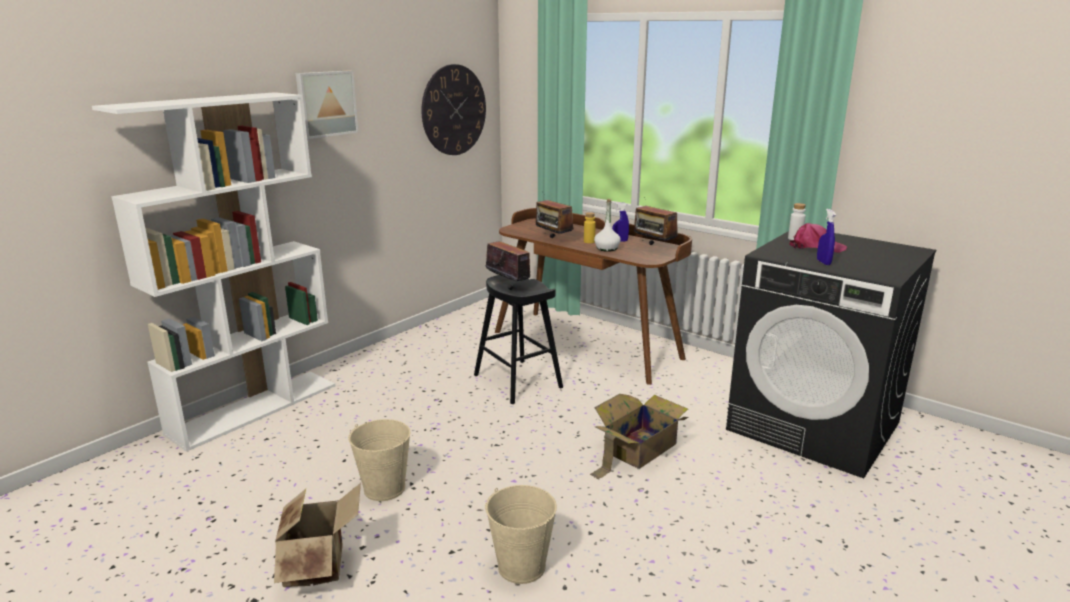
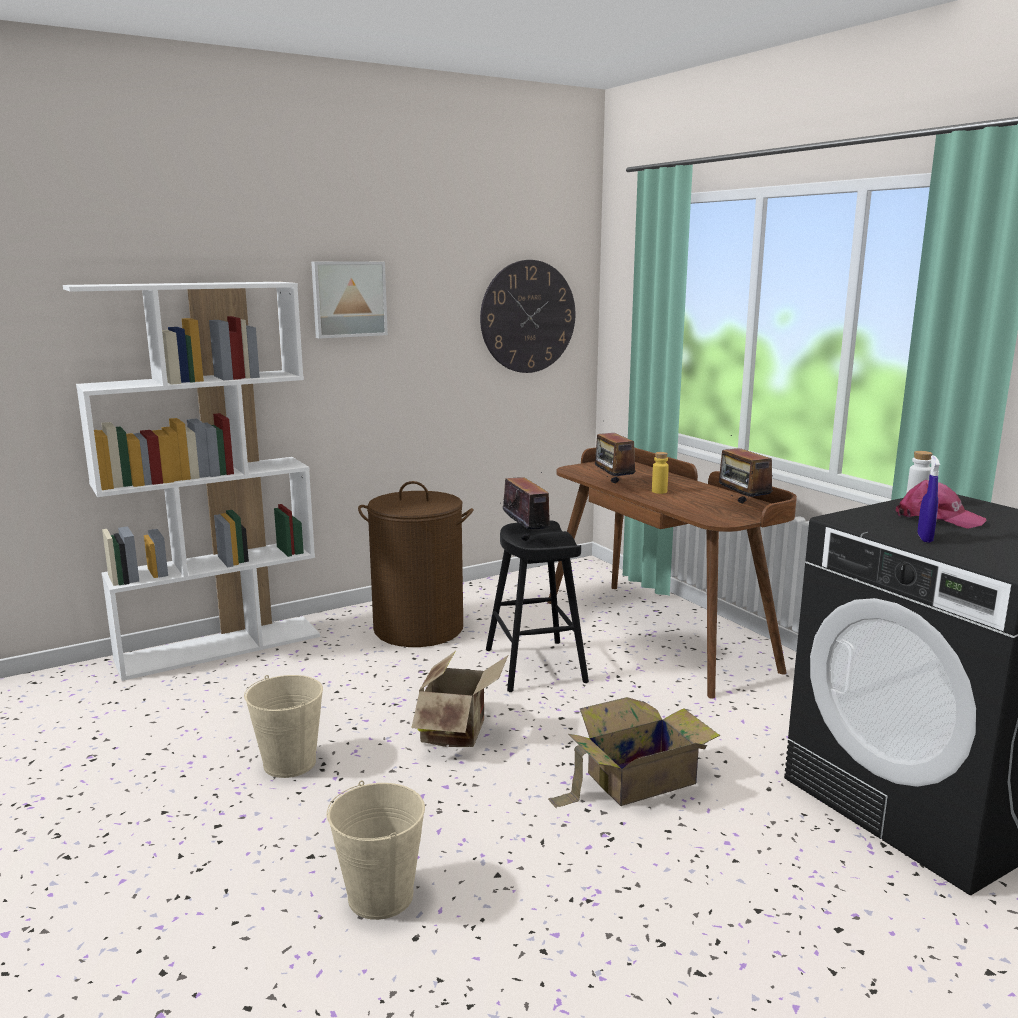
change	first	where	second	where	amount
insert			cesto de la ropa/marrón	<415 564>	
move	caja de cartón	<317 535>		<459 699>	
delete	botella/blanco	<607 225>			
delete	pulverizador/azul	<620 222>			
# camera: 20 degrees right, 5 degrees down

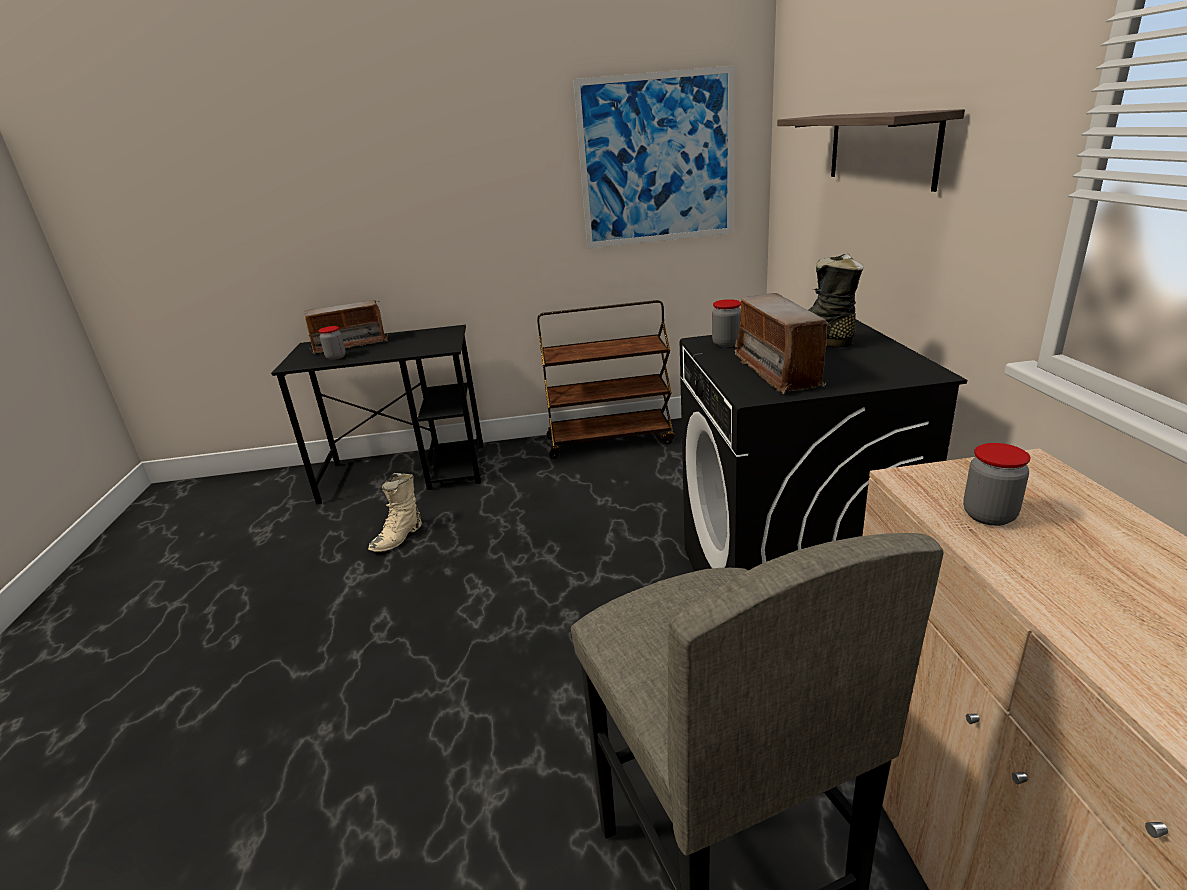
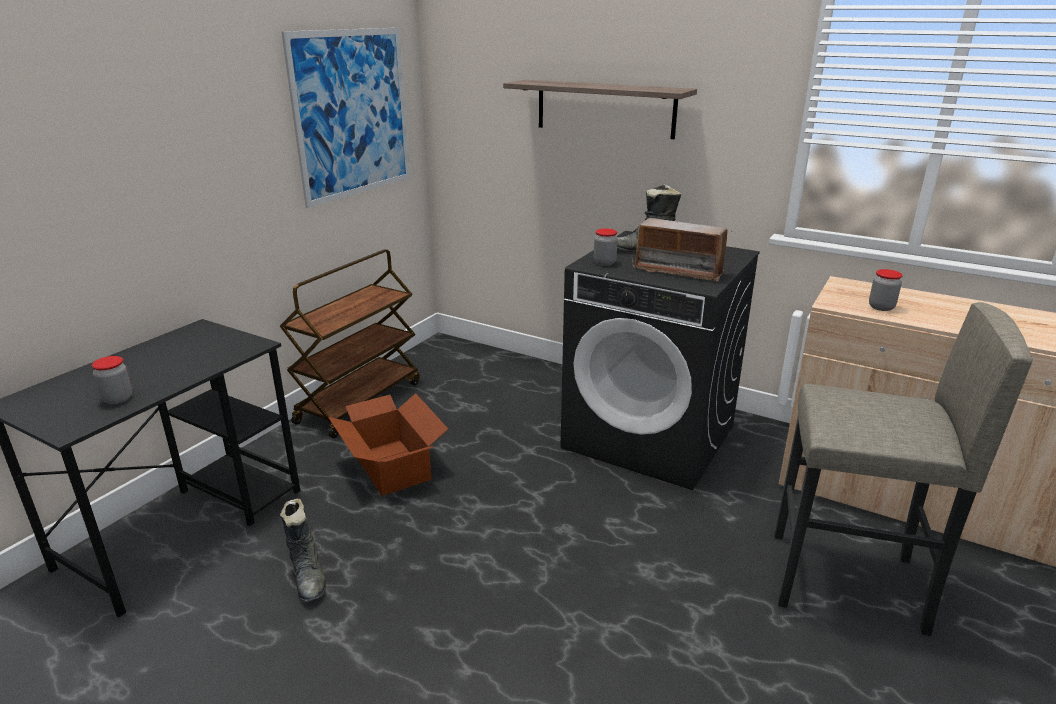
change	first	where	second	where	amount
recolor	bota/beis	<395 512>	bota/negro	<303 550>	
insert			caja de cartón	<388 444>	
delete	radio	<346 327>			
# camera: 55 degrees left, 0 degrees up

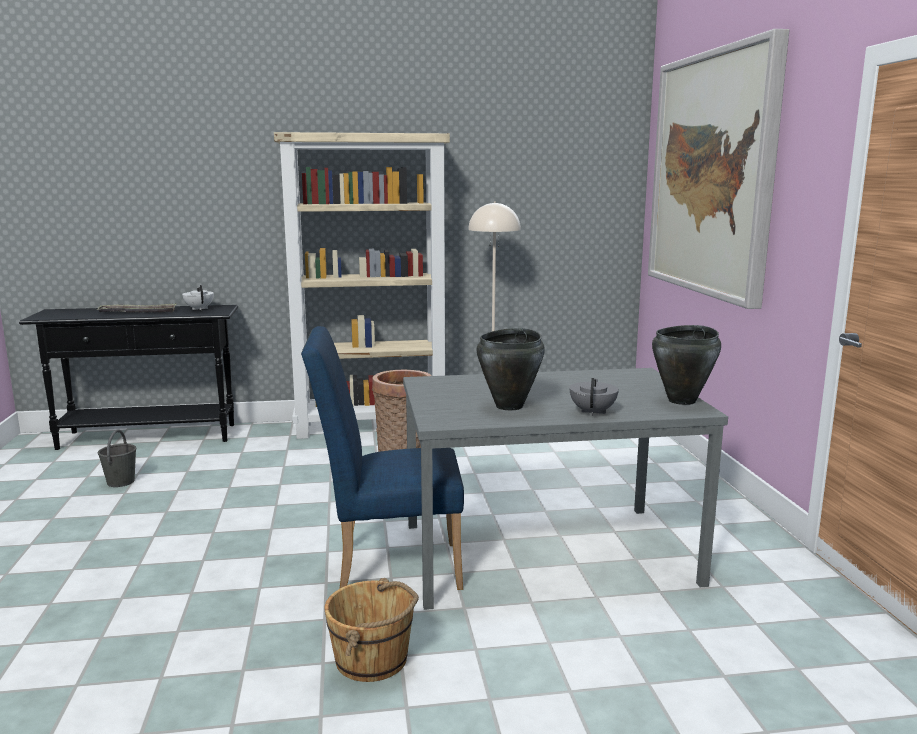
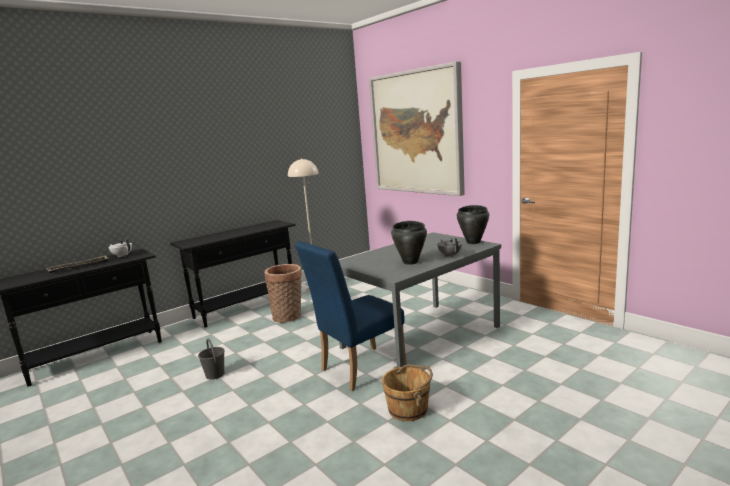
change	first	where	second	where	amount
replace	estantería/beis	<362 285>	mesa consola/negro	<233 274>	
move	cubo/gris	<117 458>		<211 359>	
# camera: 30 degrees left, 0 degrees up

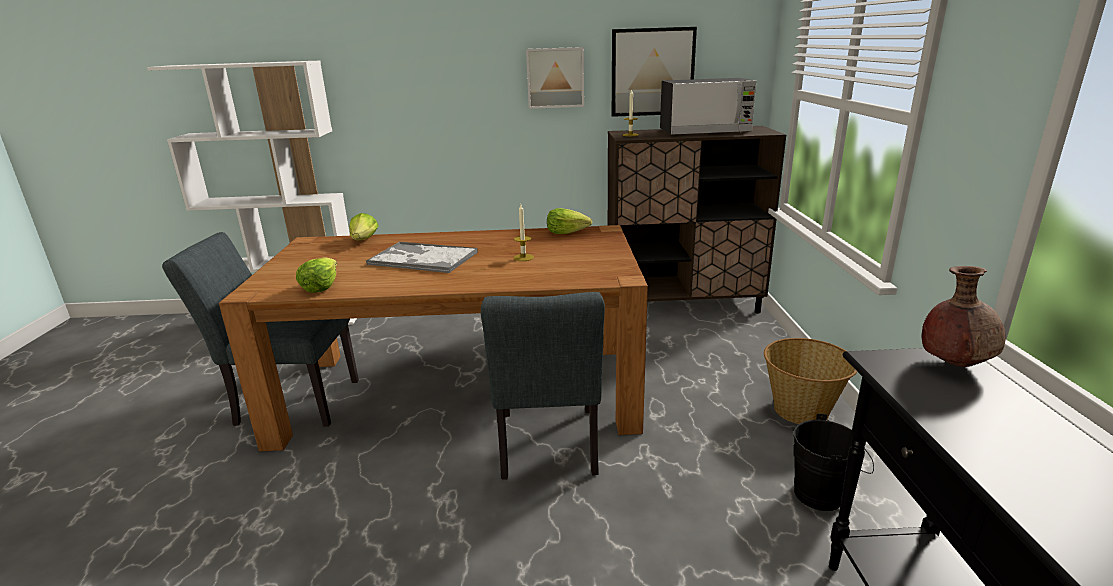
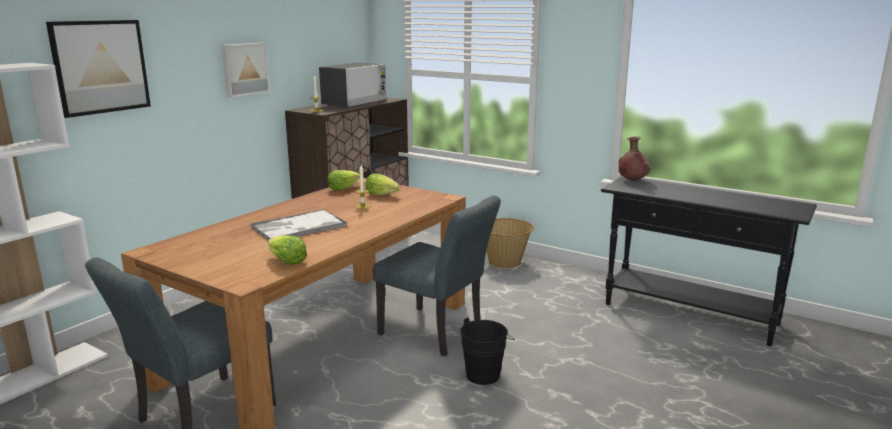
change	first	where	second	where	amount
move	cuadro	<654 72>		<98 69>	
move	lechuga	<363 226>		<383 185>	
move	cubo/negro	<833 462>		<487 351>	
# camera: 55 degrees left, 5 degrees down

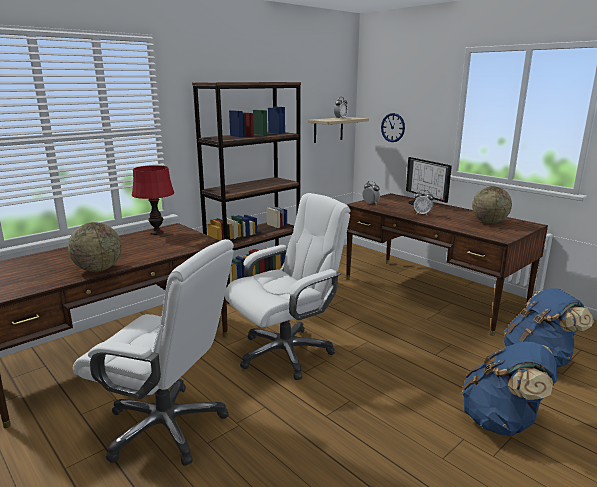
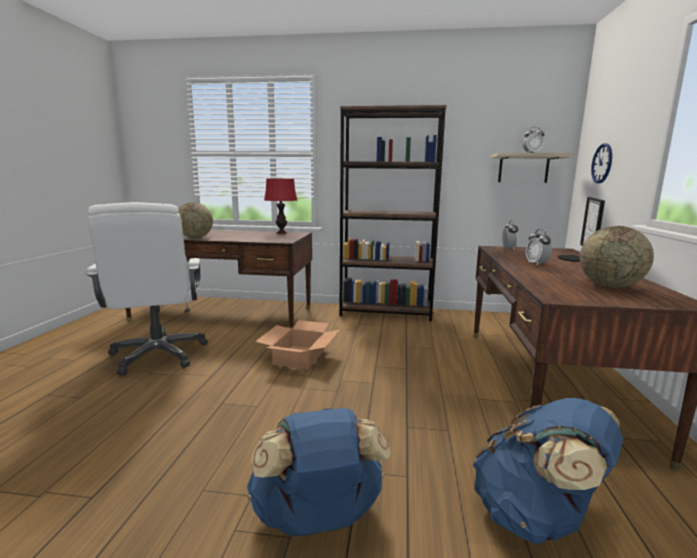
change	first	where	second	where	amount
replace	silla de oficina/blanco	<287 286>	caja de cartón	<297 345>	
# camera: 50 degrees right, 5 degrees down

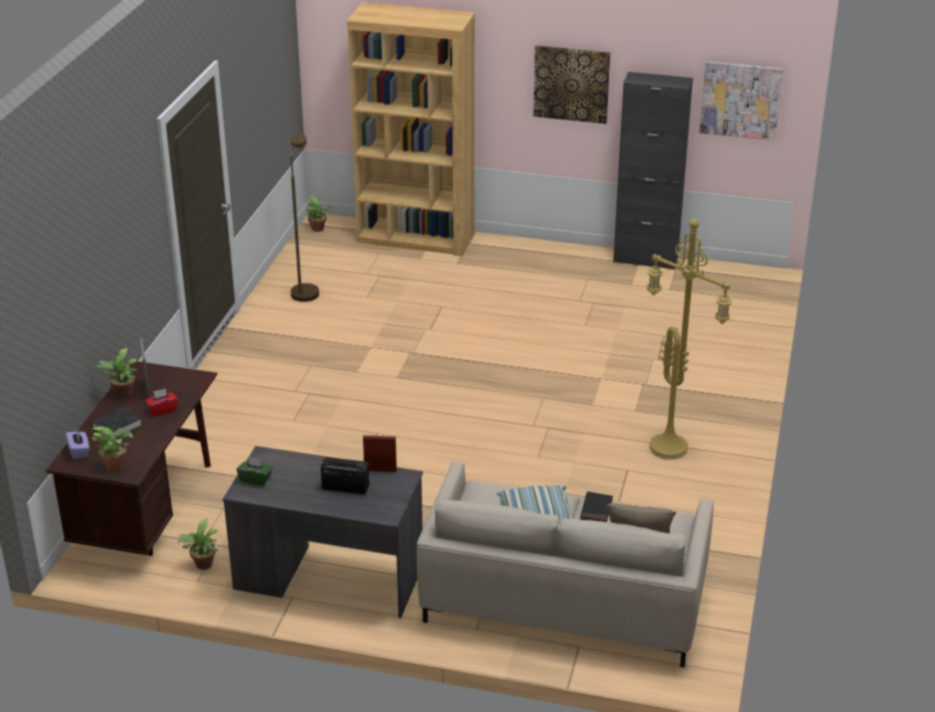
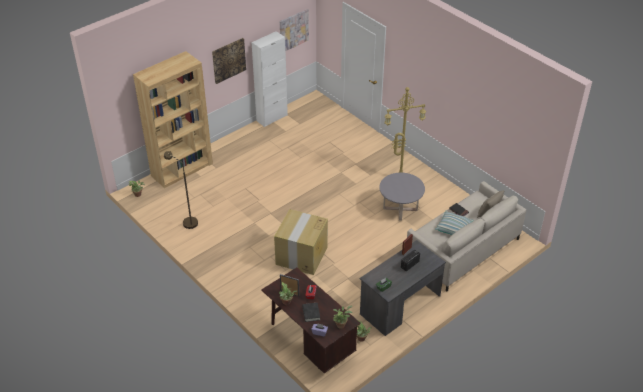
change	first	where	second	where	amount
recolor	armario/negro	<653 171>	armario/blanco	<270 79>	
insert			caja de cartón	<301 242>	
insert			mesa de centro/gris	<402 197>	
# camera: 55 degrees left, 10 degrees up

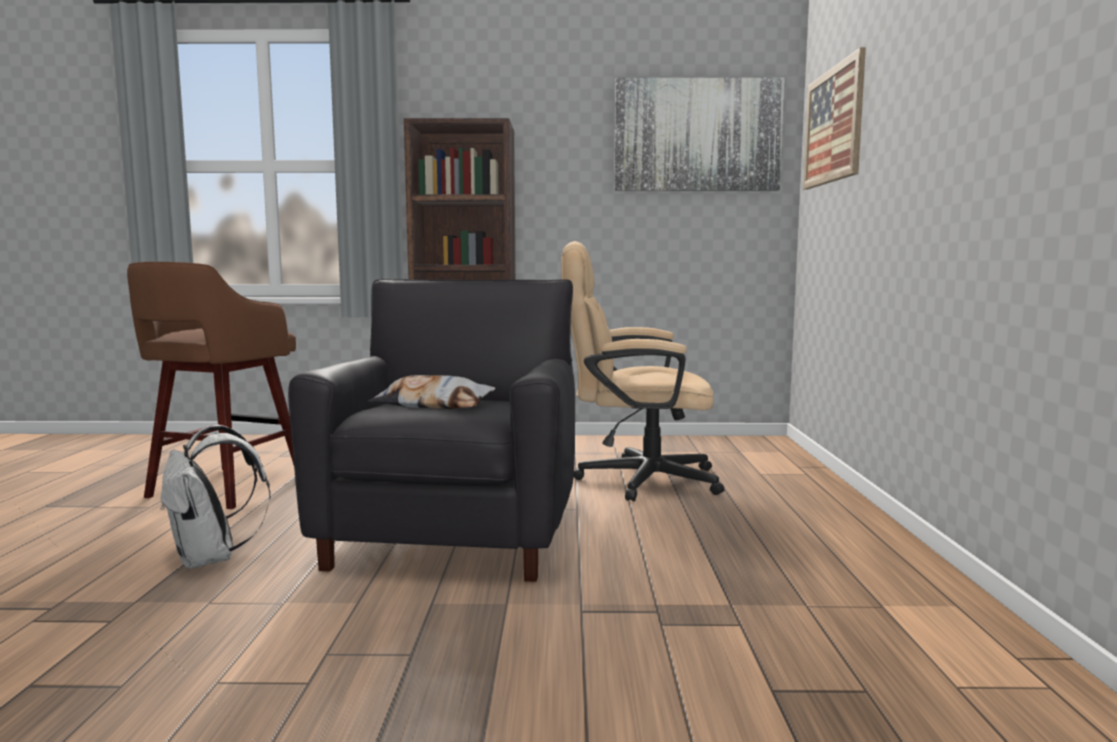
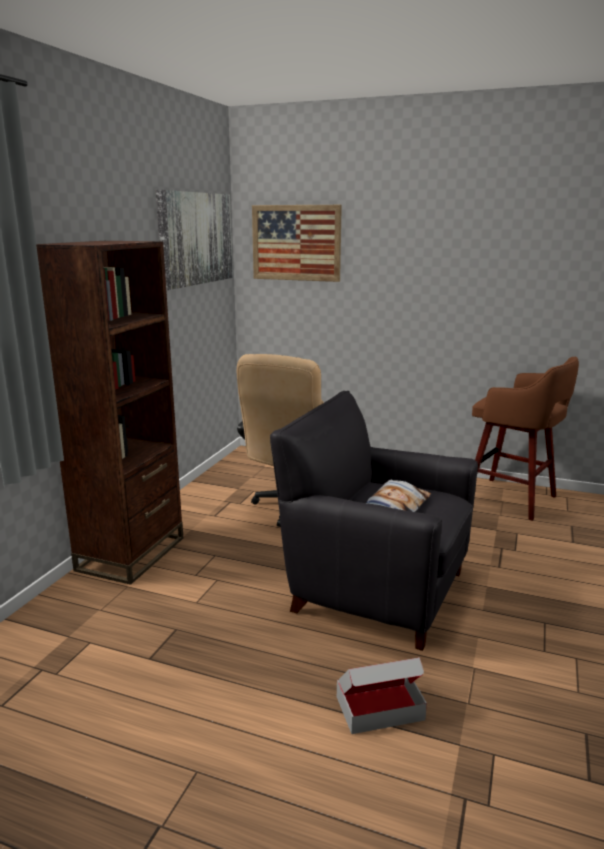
change	first	where	second	where	amount
replace	mochila/blanco	<215 497>	caja de cartón	<382 695>	
move	taburete/marrón	<211 385>		<525 439>	
# camera: 70 degrees left, 10 degrees up

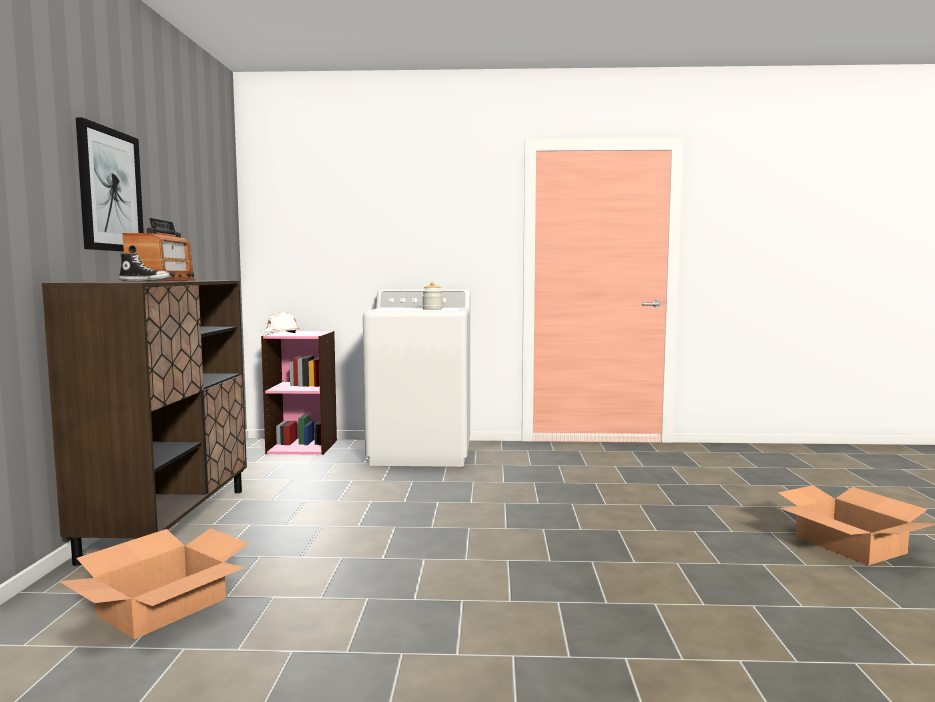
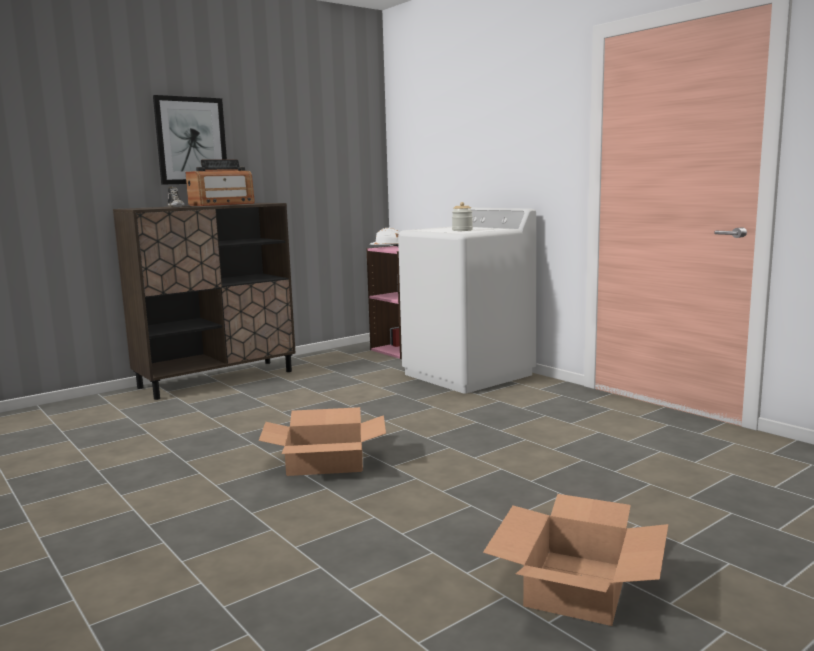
change	first	where	second	where	amount
move	caja de cartón	<153 583>		<322 441>	
# camera: 50 degrees right, 5 degrees up

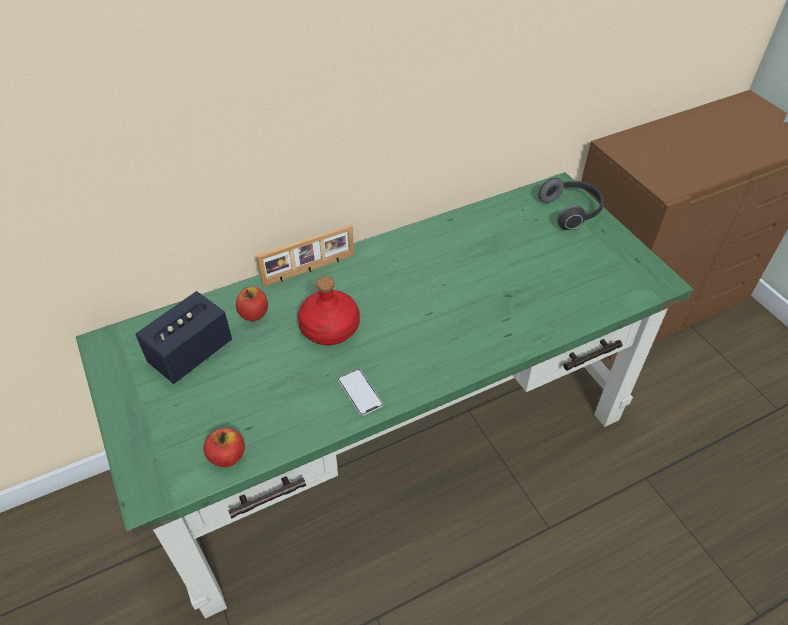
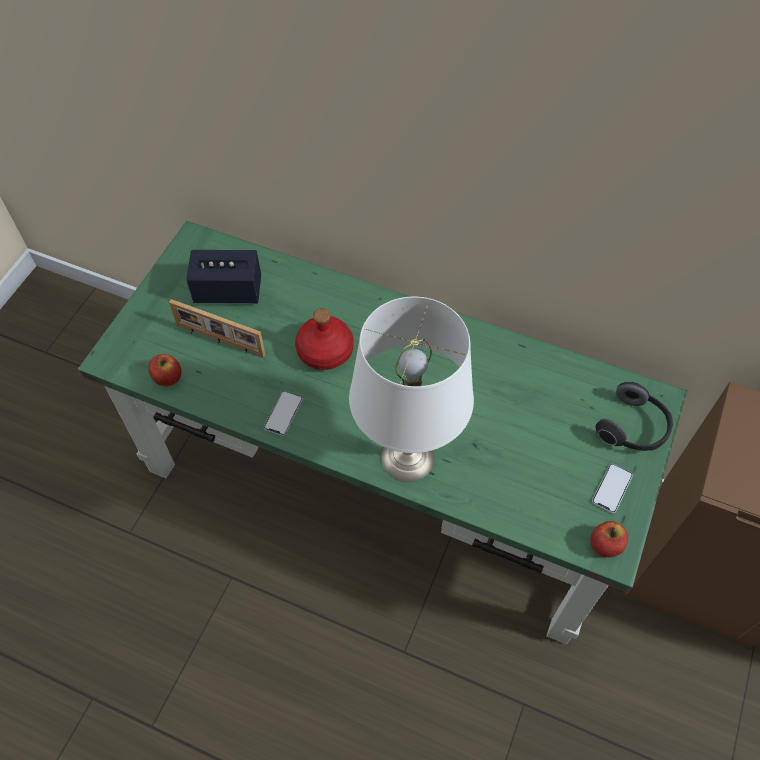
change	first	where	second	where	amount
move	portarretratos	<305 255>		<217 328>	
insert			lámpara de mesa/blanco	<411 389>	
move	manzana	<252 304>		<609 539>	
insert			móvil	<612 488>	
# camera: 50 degrees right, 10 degrees up

